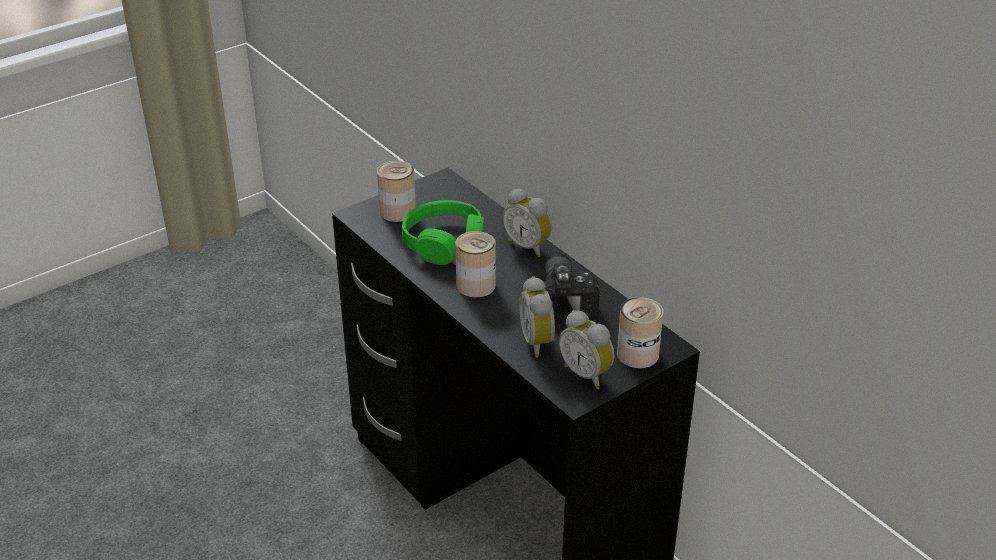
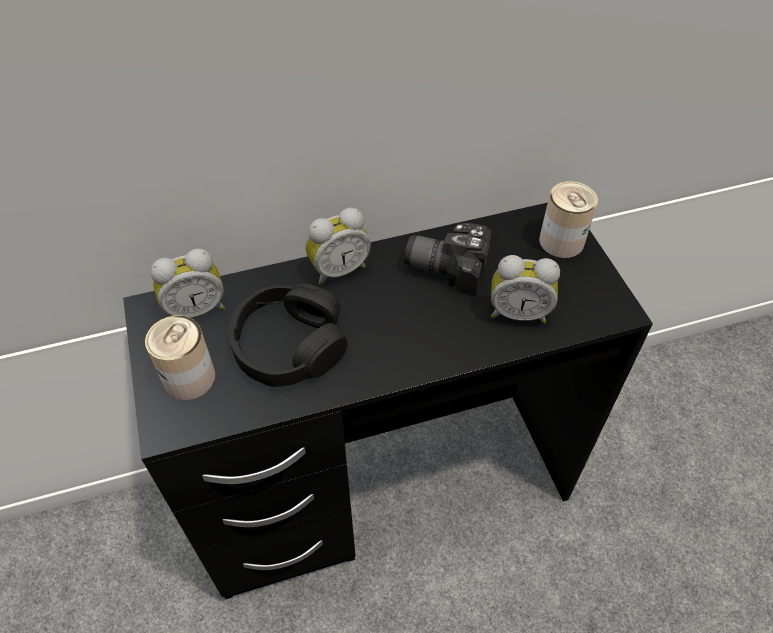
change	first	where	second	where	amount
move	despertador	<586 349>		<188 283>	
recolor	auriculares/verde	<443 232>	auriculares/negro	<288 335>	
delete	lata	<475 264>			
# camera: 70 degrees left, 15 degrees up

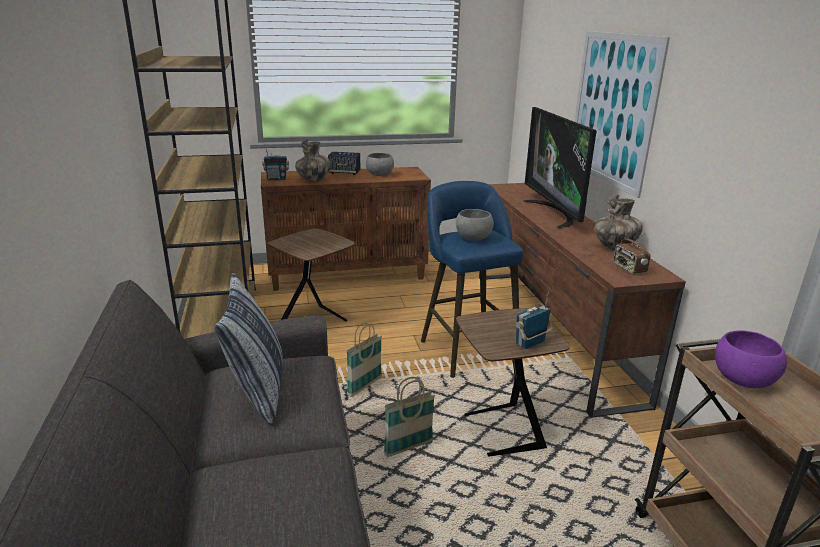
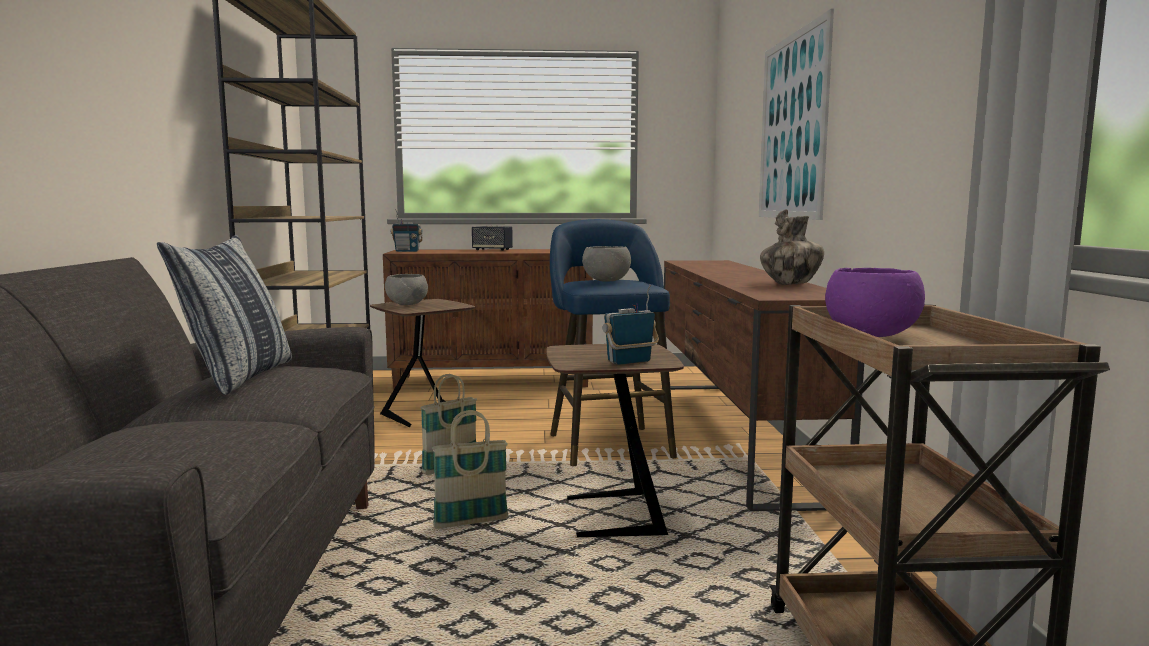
change	first	where	second	where	amount
move	cuenco/gris	<380 164>		<406 289>	
delete	florero	<312 160>			
delete	televisor	<560 167>			
delete	radio	<631 253>			
# camera: 10 degrees right, 15 degrees down

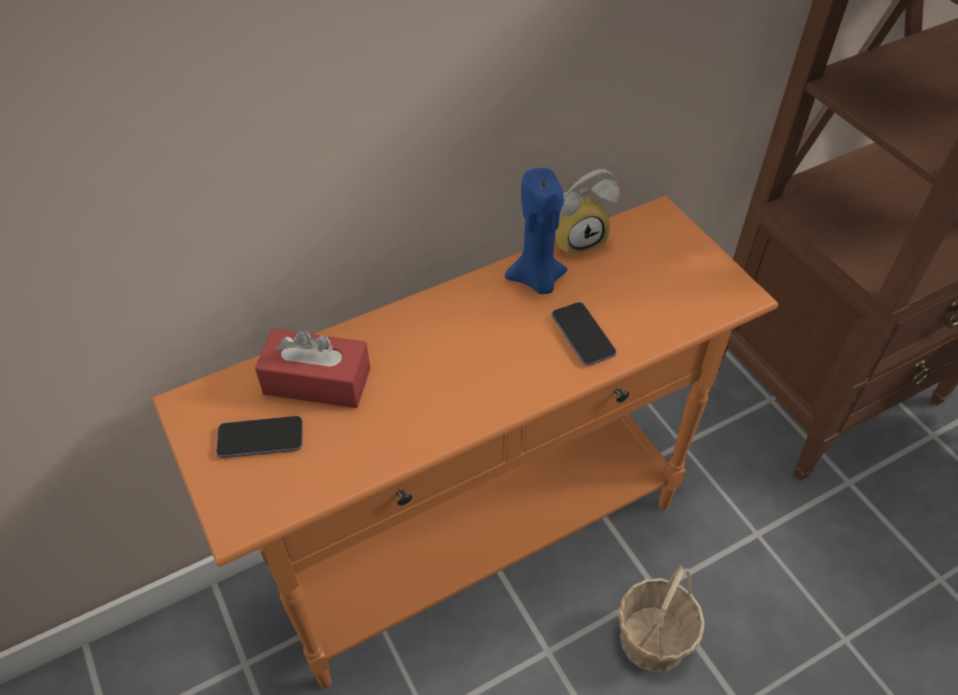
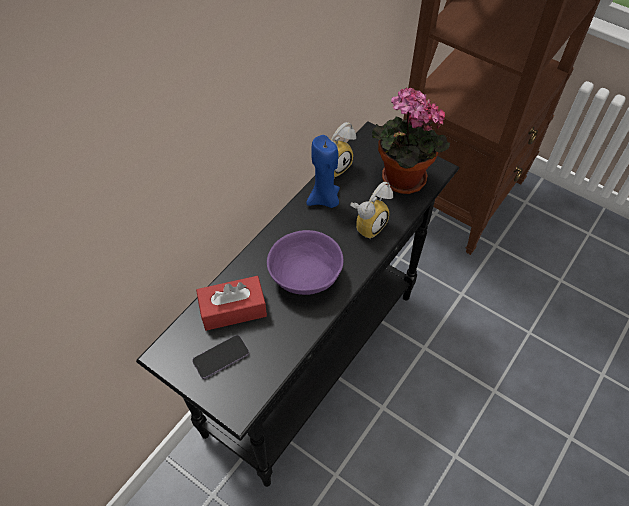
change	first	where	second	where	amount
recolor	mesa consola/naranja	<465 442>	mesa consola/negro	<297 304>	
insert			cuenco/morado	<305 262>	
replace	móvil	<584 334>	despertador	<371 210>	
insert			planta en maceta	<411 140>	
delete	cesta	<661 619>			
# camera: 25 degrees left, 5 degrees up

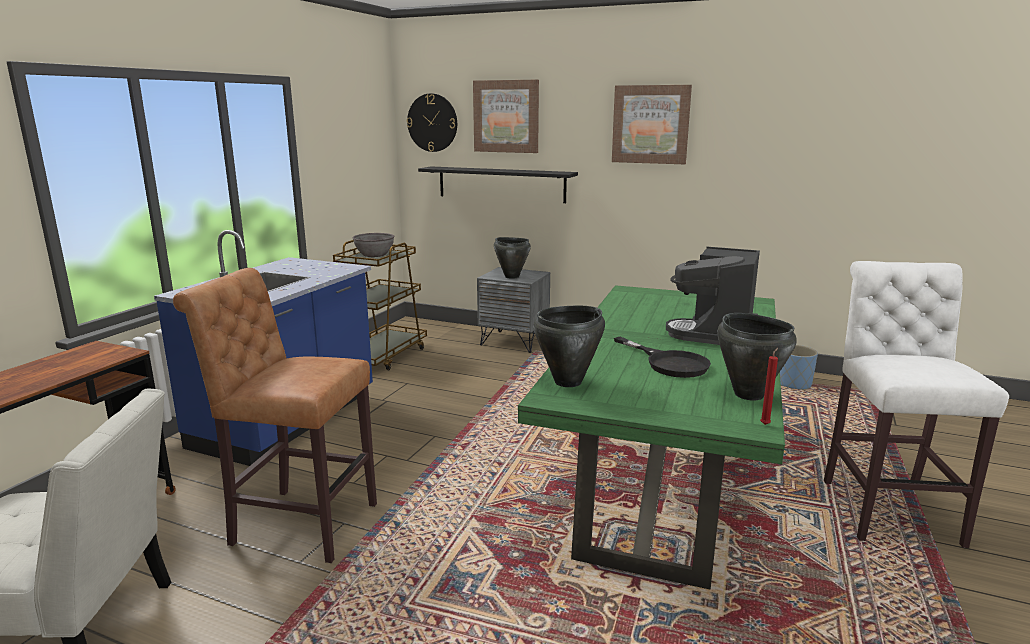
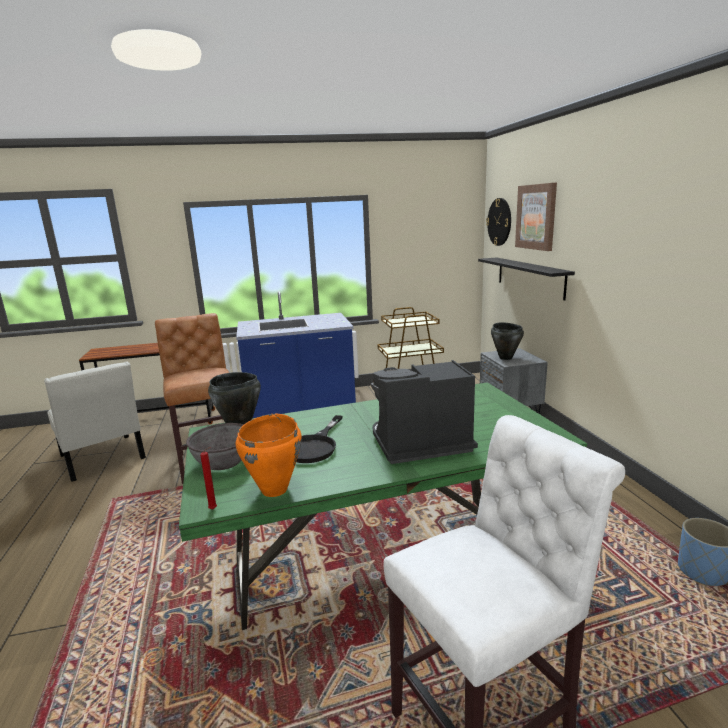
change	first	where	second	where	amount
move	cuenco/gris	<374 245>		<215 446>	
recolor	olla/negro	<757 356>	olla/naranja	<269 455>	
delete	cuadro	<652 124>			
# camera: 55 degrees right, 0 degrees up

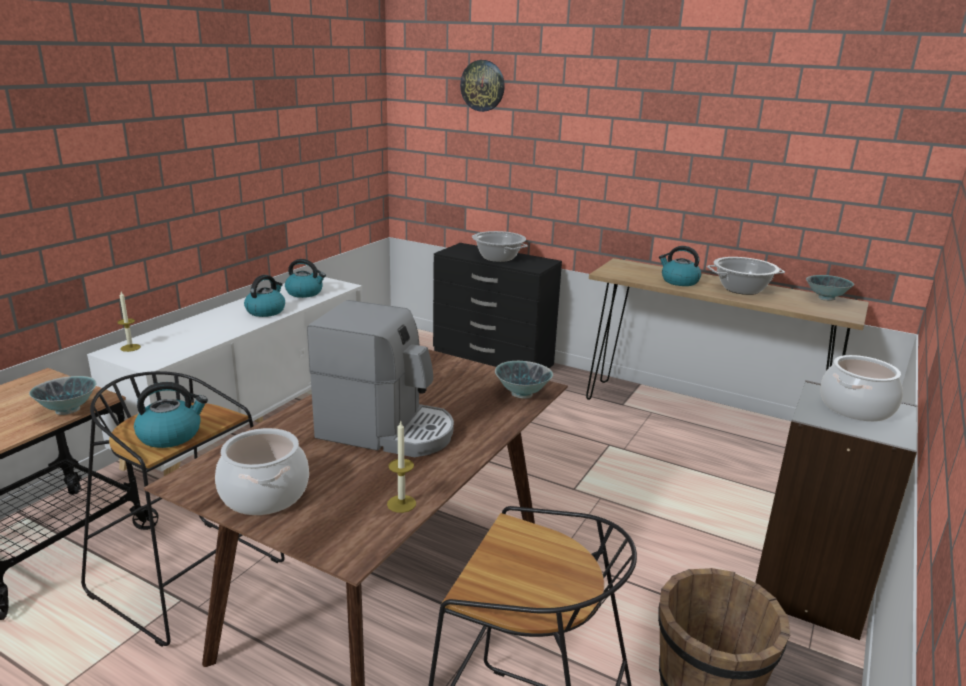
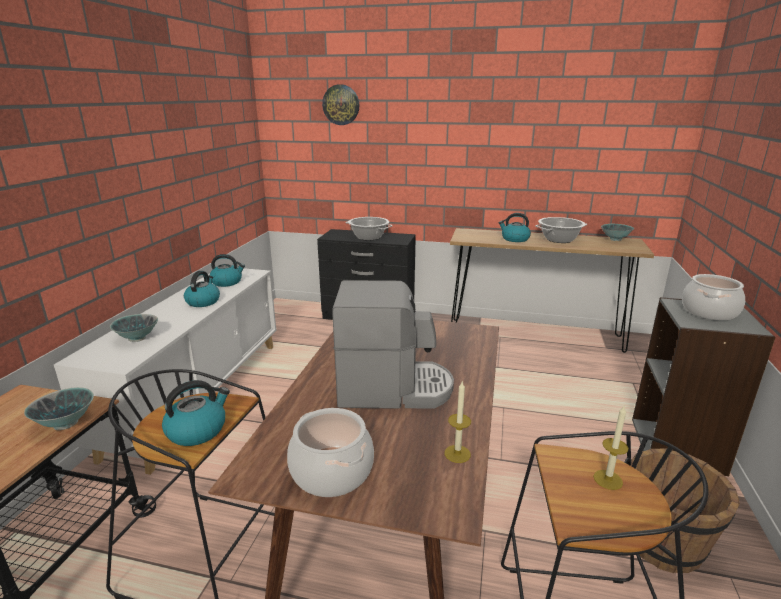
change	first	where	second	where	amount
move	cuenco	<524 380>		<134 328>	
move	vela	<129 322>		<611 448>	
# camera: 15 degrees left, 0 degrees up

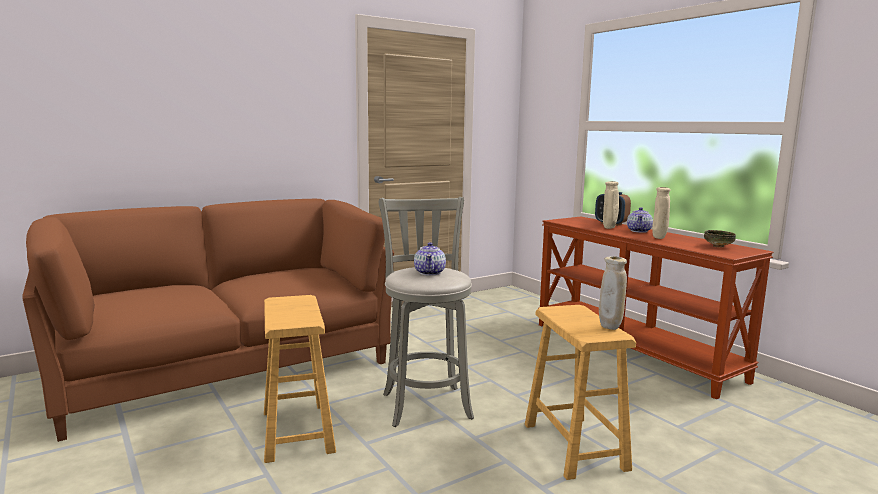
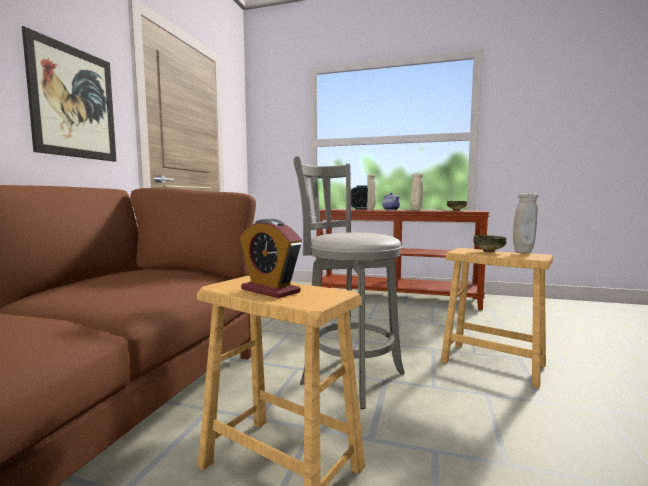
change	first	where	second	where	amount
insert			cuadro	<69 94>	
insert			despertador	<271 258>	
insert			cuenco	<489 243>	
delete	tetera	<430 259>			
# camera: 40 degrees left, 5 degrees down

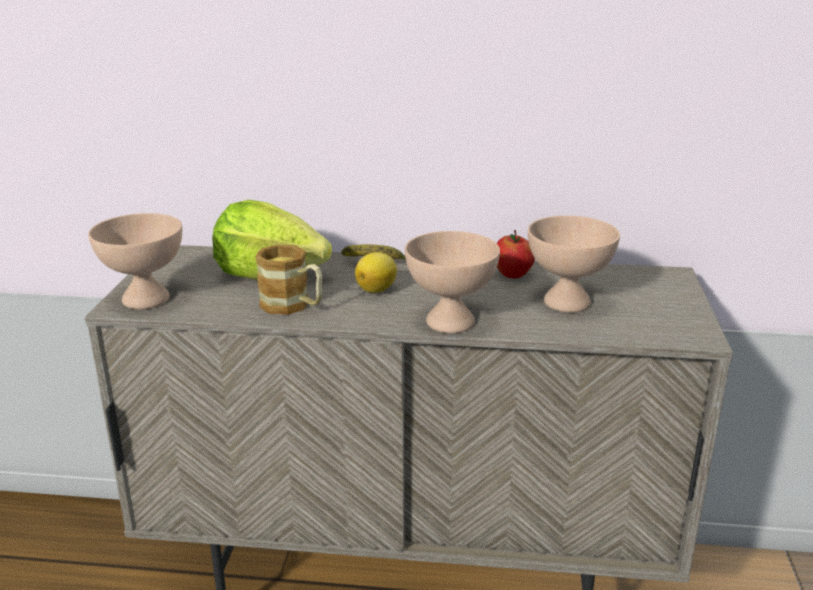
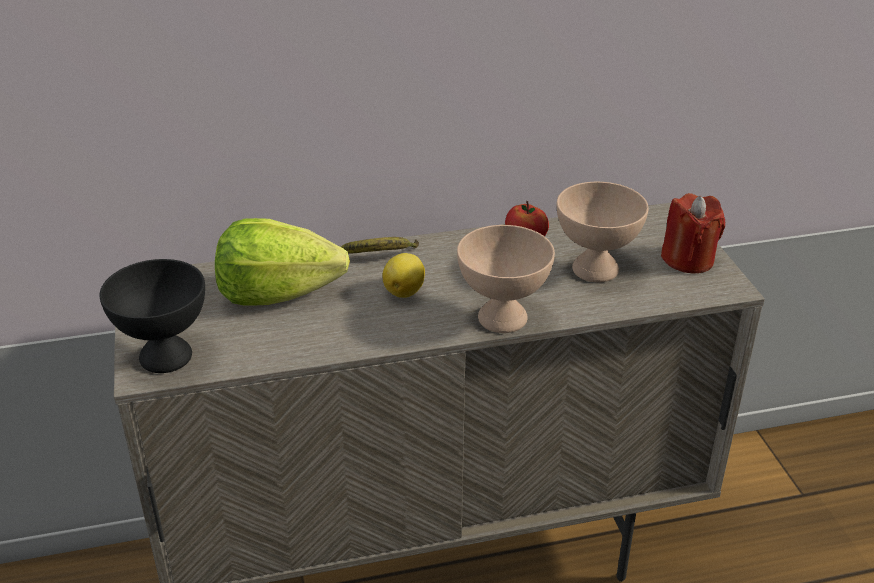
change	first	where	second	where	amount
recolor	cuenco/beis	<135 261>	cuenco/negro	<152 316>	
insert			vela/rojo	<693 233>	
delete	taza grande	<288 279>			
# camera: 20 degrees left, 10 degrees up

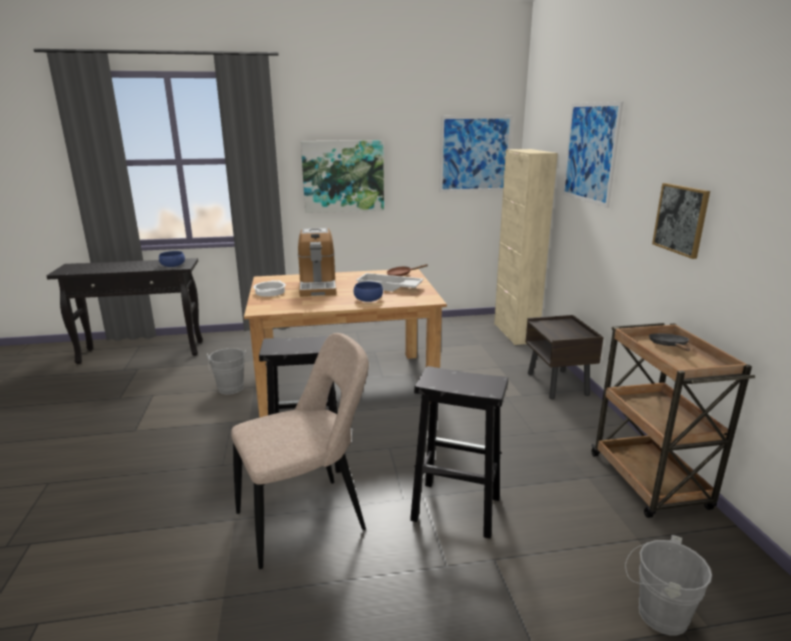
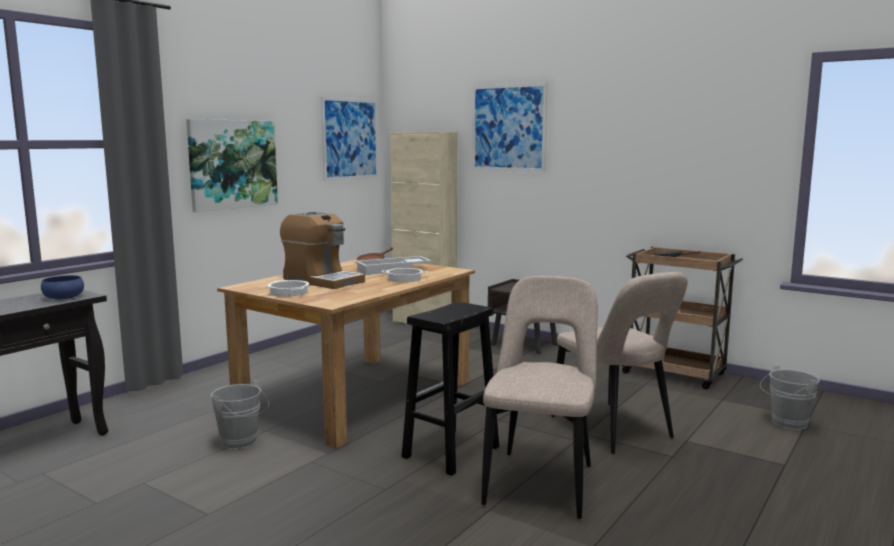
change	first	where	second	where	amount
replace	cuenco/azul	<368 291>	olla	<405 275>	
replace	taburete/negro	<459 452>	silla/beis	<619 363>	
delete	cuadro	<681 221>			
# camera: 45 degrees left, 10 degrees down

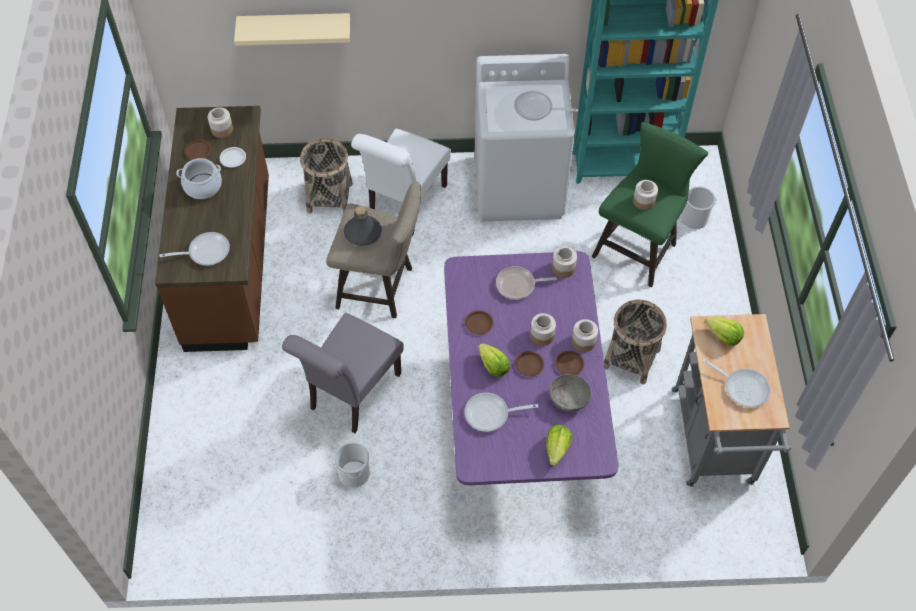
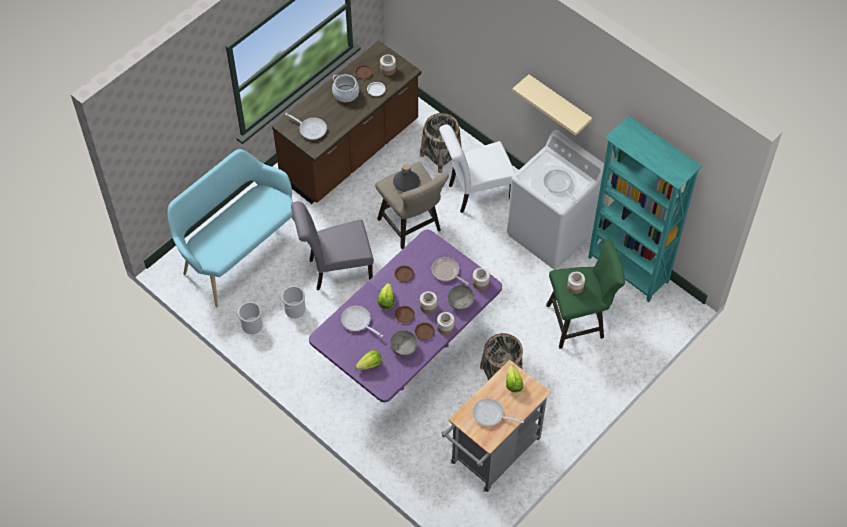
change	first	where	second	where	amount
insert			banco/turquesa	<231 228>	
move	cubo	<699 207>		<250 318>	
insert			cuenco/gris	<461 298>	
rotate	sartén	<736 382>		<498 412>	120 degrees clockwise
move	estante/beis	<292 29>		<552 105>	
# camera: 45 degrees right, 0 degrees up

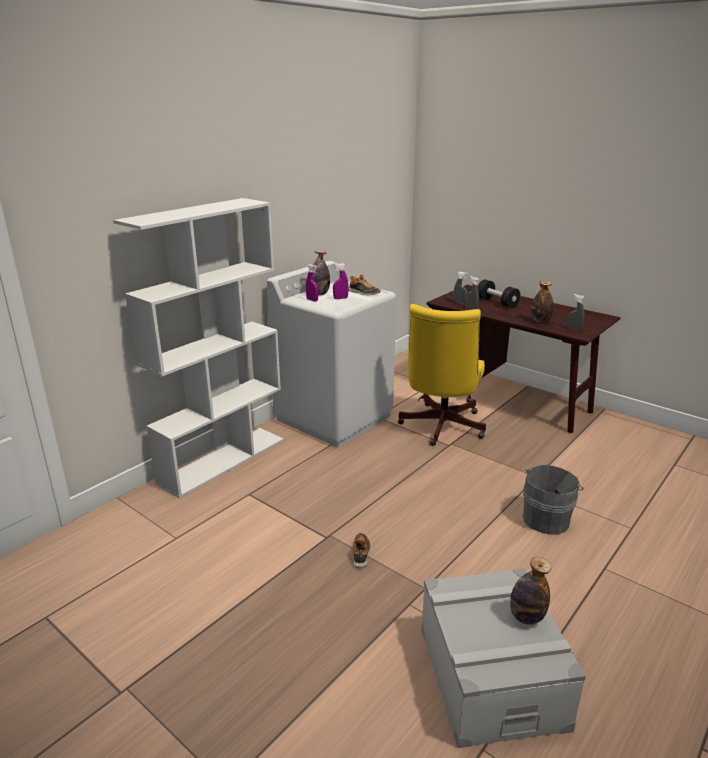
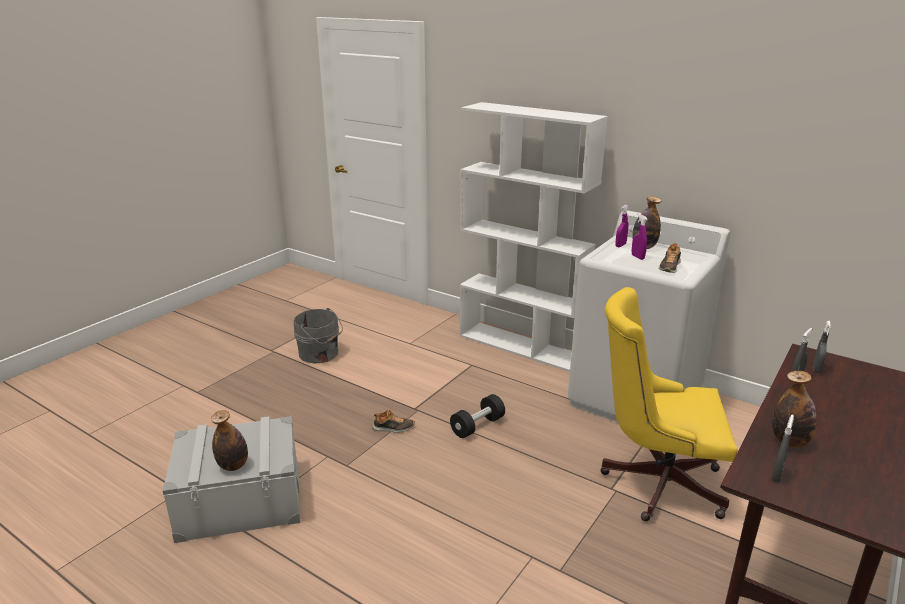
change	first	where	second	where	amount
move	cubo/gris	<553 500>		<318 335>	
move	mancuerna/negro	<498 293>		<477 416>	
# camera: 85 degrees right, 0 degrees up

